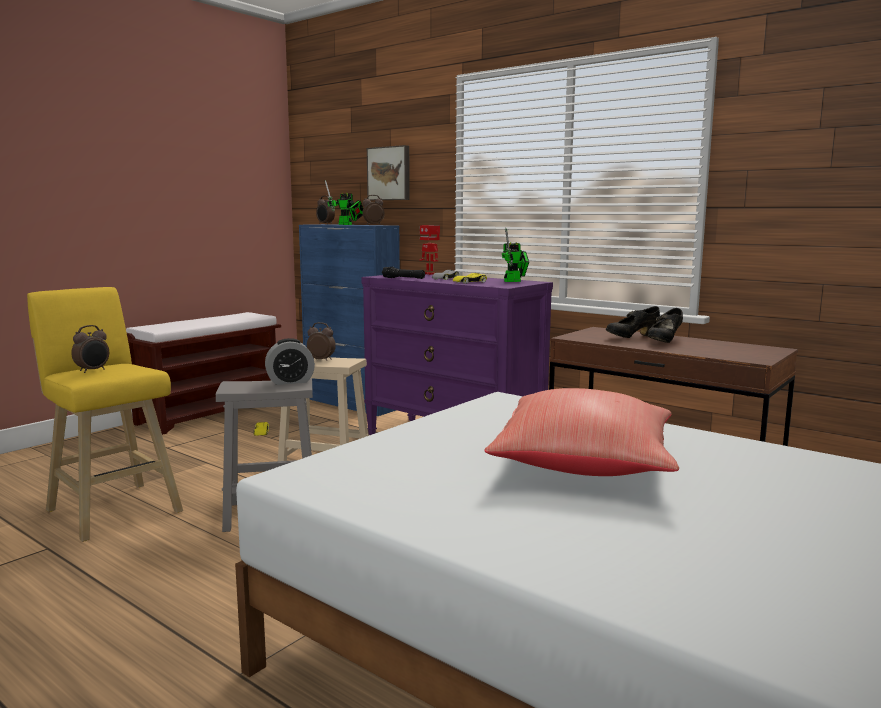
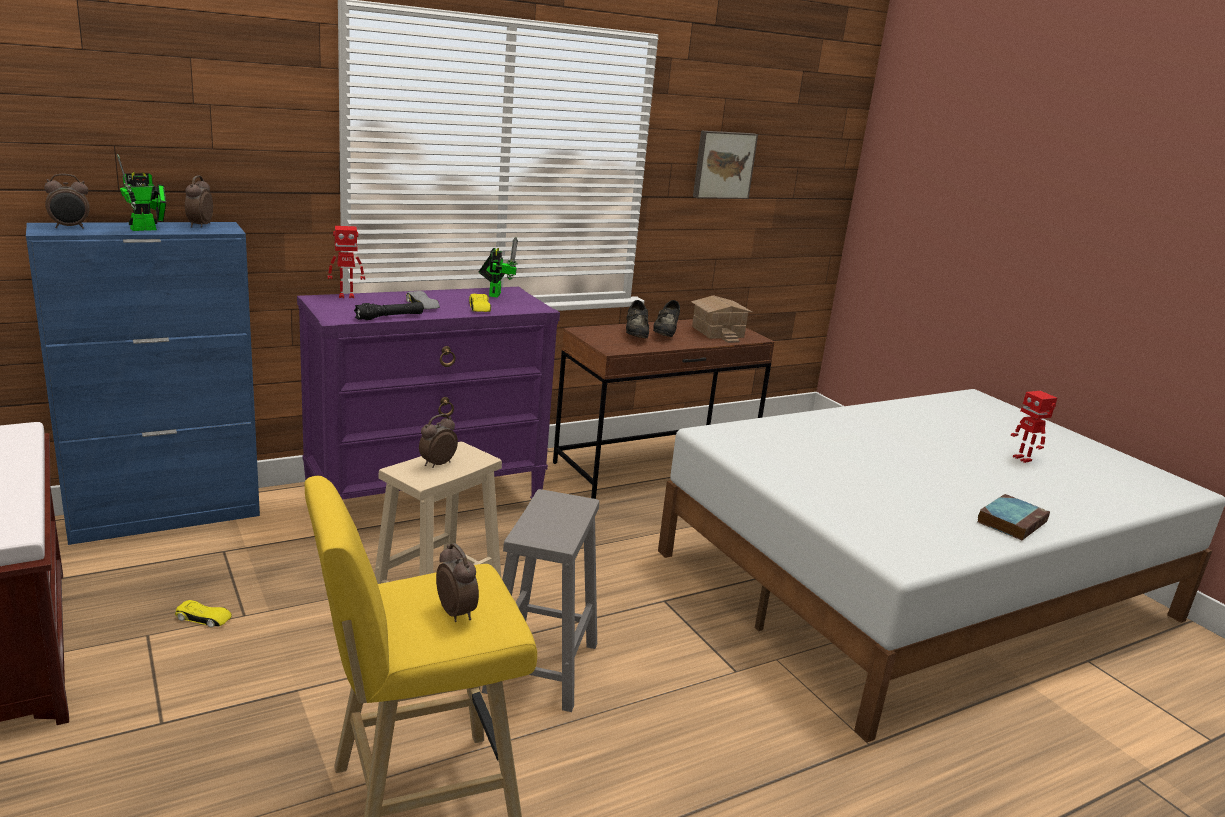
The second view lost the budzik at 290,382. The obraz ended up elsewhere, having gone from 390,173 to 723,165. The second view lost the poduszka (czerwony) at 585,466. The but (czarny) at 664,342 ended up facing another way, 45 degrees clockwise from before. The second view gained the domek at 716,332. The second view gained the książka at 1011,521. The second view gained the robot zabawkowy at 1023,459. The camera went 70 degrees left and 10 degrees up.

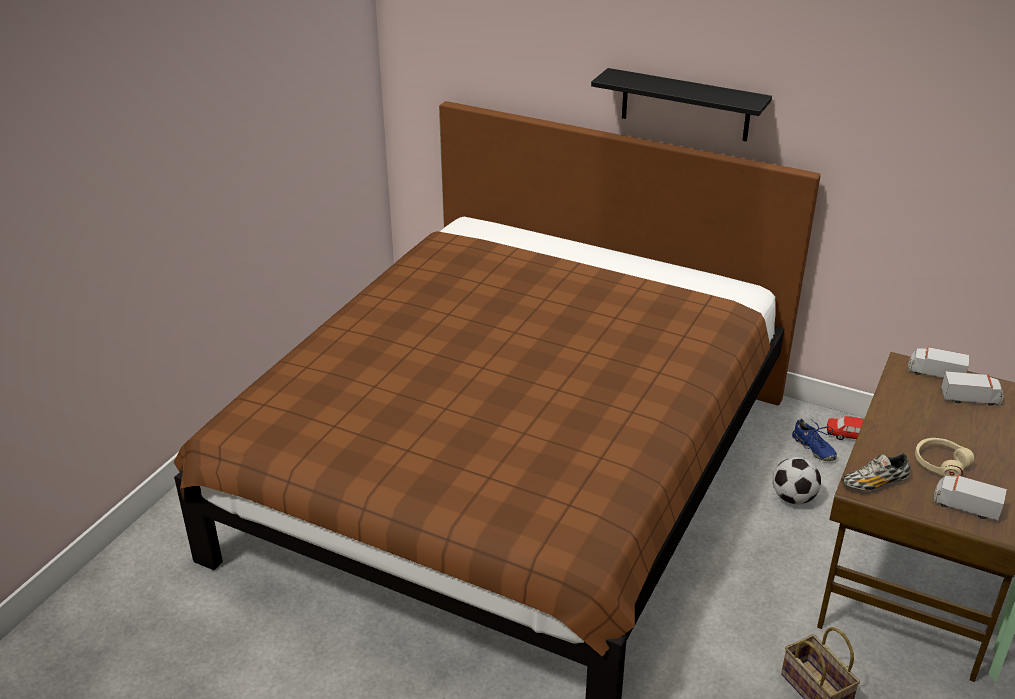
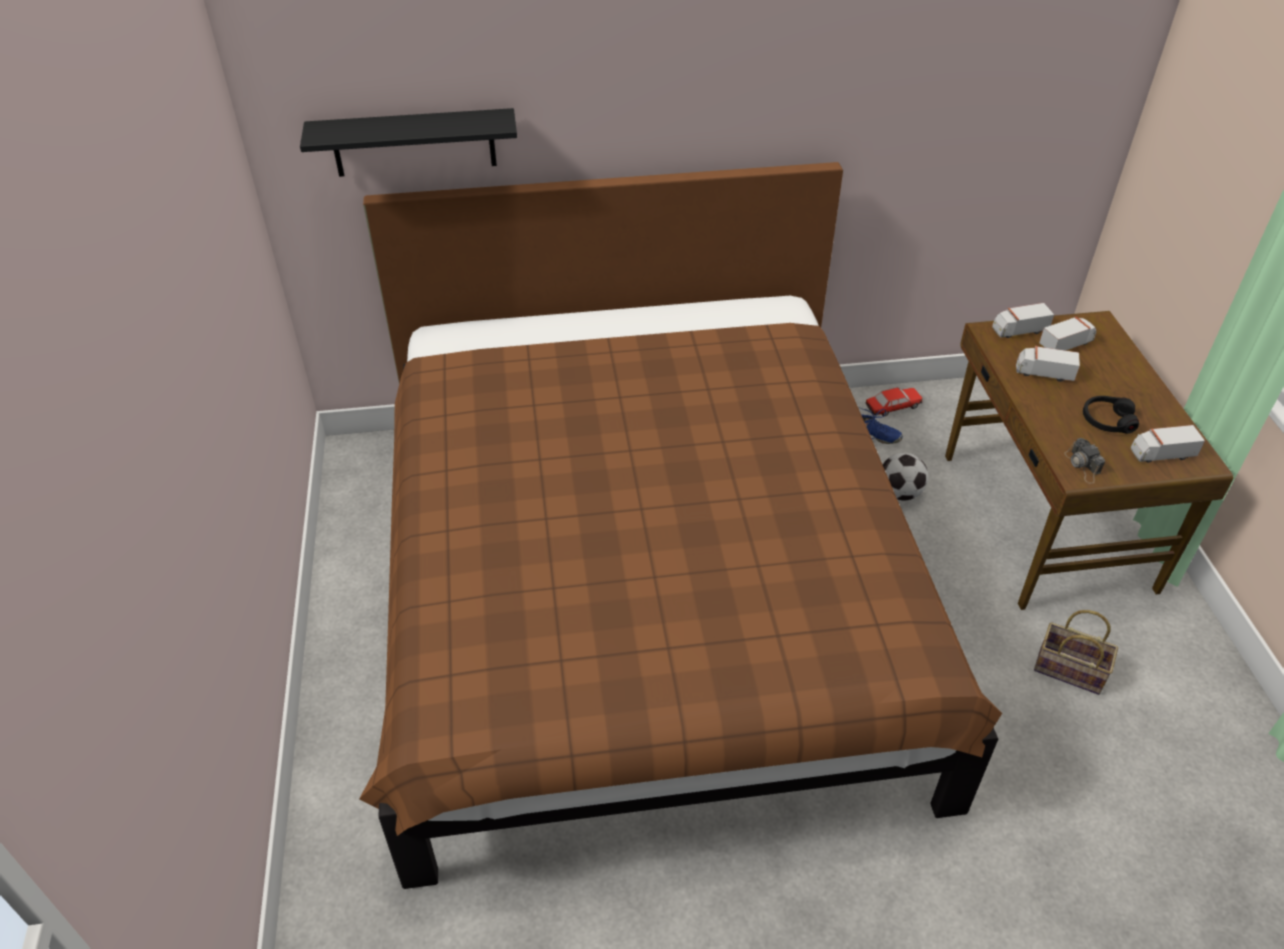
The półka (czarny) ended up elsewhere, having gone from 685,105 to 414,142. Where the but stood at 874,483, the aparat fotograficzny came to stand at 1083,466. What was the słuchawki (beżowy) at 940,463 turned into the słuchawki (czarny) at 1107,420. The second view gained the ciężarówka zabawkowa at 1043,373. The camera went 35 degrees left and 10 degrees up.

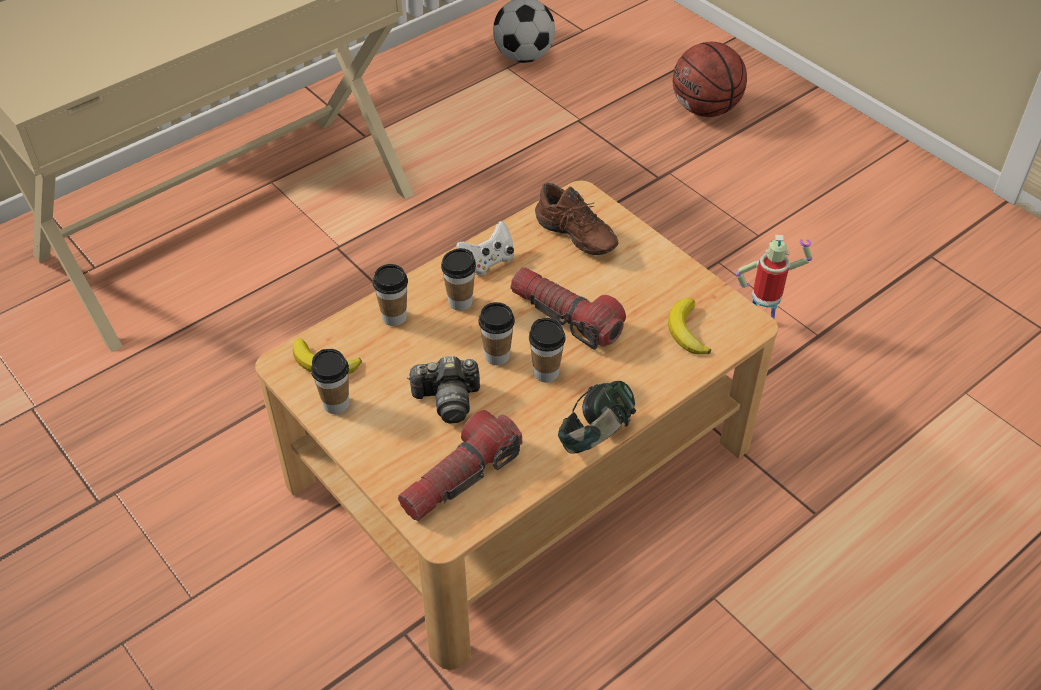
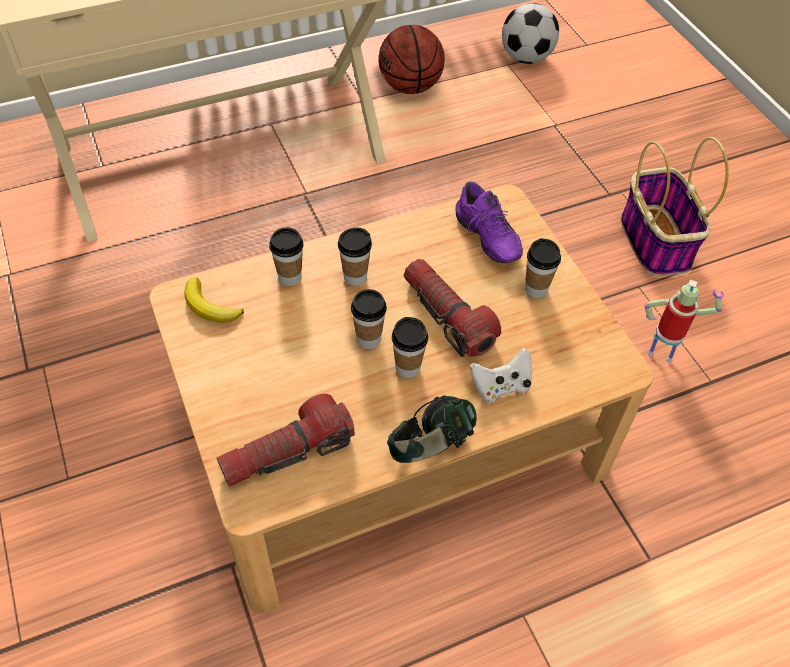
The filiżanka ended up elsewhere, having gone from 336,404 to 536,289. The second view lost the aparat fotograficzny at 447,399. The pad do gier (biały) ended up elsewhere, having gone from 488,261 to 501,386. What was the but (brązowy) at 573,238 turned into the but (fioletowy) at 484,239. The second view lost the banan at 686,331. The piłka do koszykówki ended up elsewhere, having gone from 705,109 to 410,87. The second view gained the koszyk at 654,240. The camera went 15 degrees right and 5 degrees up.

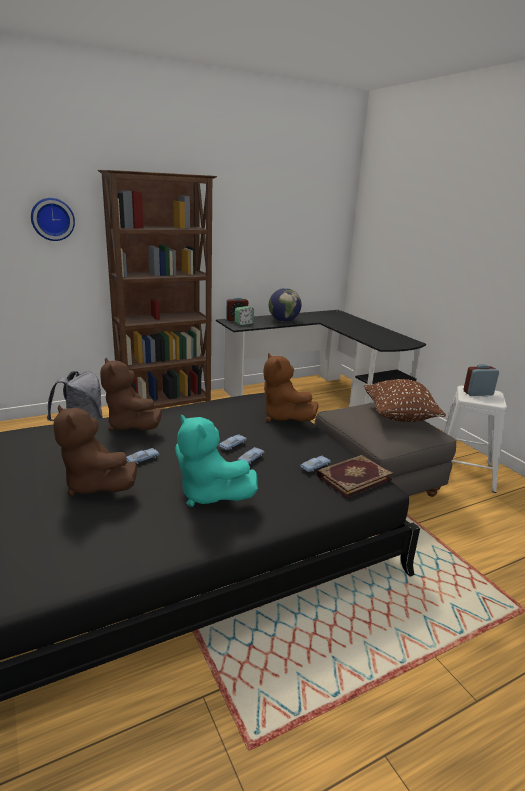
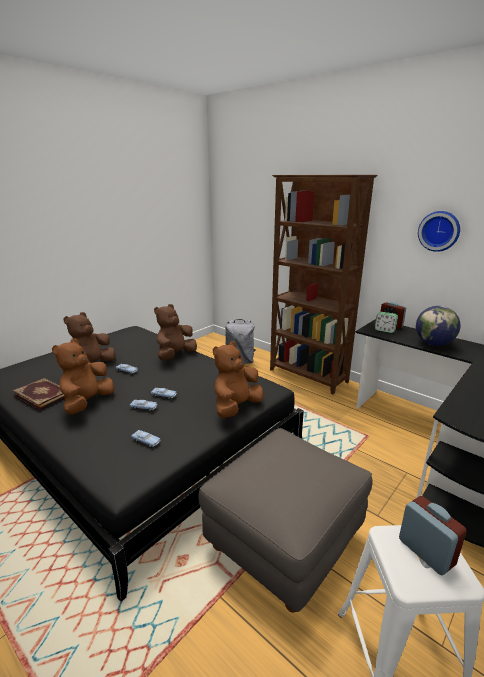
The zegar ścienny ended up elsewhere, having gone from 52,219 to 439,231. What was the pluszak (turkusowy) at 209,494 turned into the pluszak (brązowy) at 87,403. The książka ended up elsewhere, having gone from 353,477 to 43,394. The second view lost the poduszka (brązowy) at 399,417. The camera went 70 degrees right and 0 degrees up.

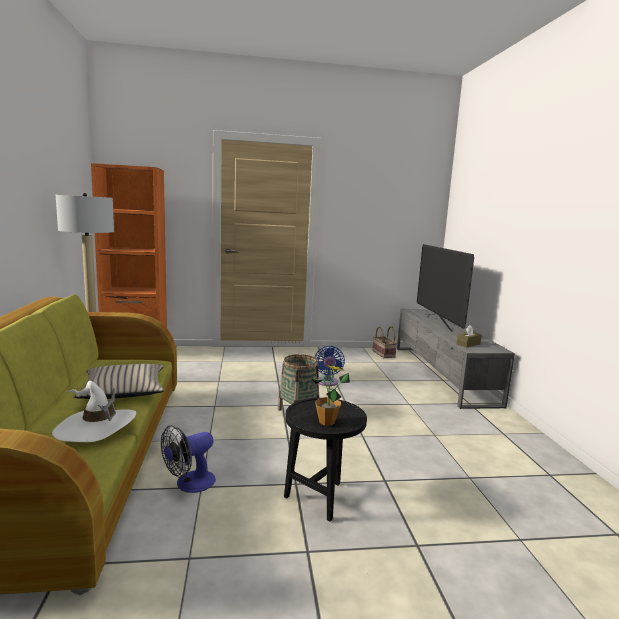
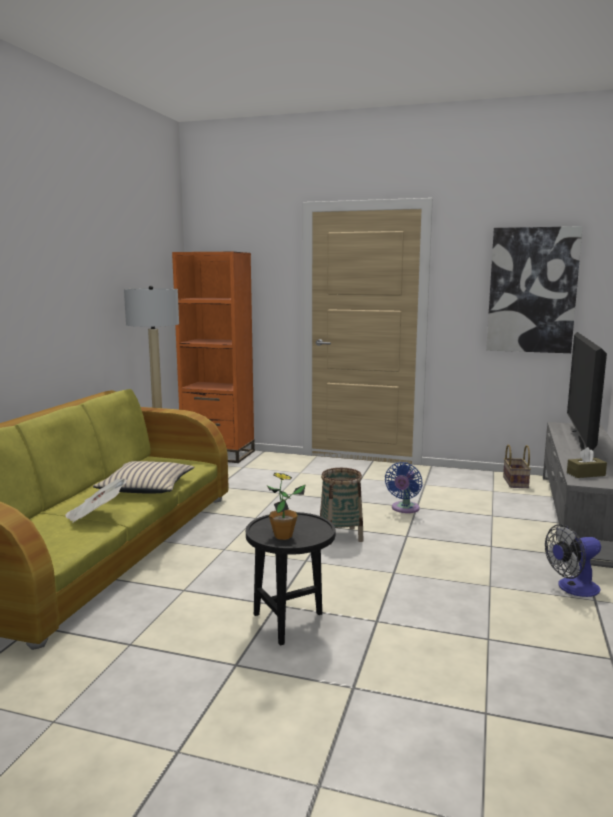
Where the kapelusz (biały) stood at 96,427, the gazeta came to stand at 96,515. The wentylator ended up elsewhere, having gone from 189,484 to 572,588. The second view gained the obraz at 532,290. The camera went 25 degrees right and 0 degrees up.

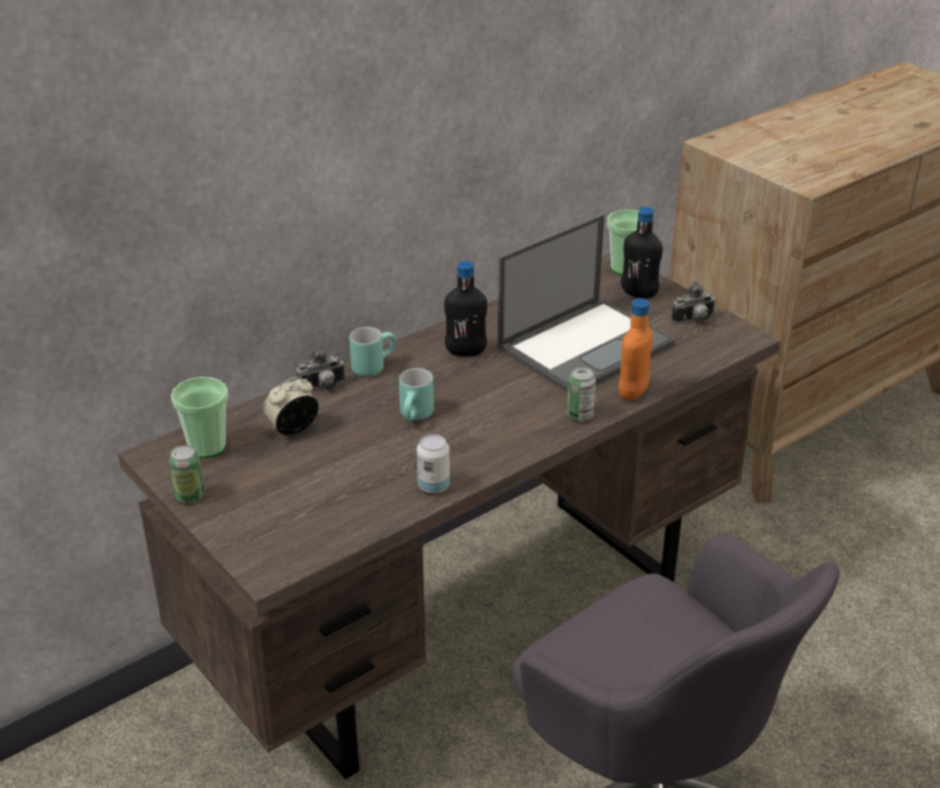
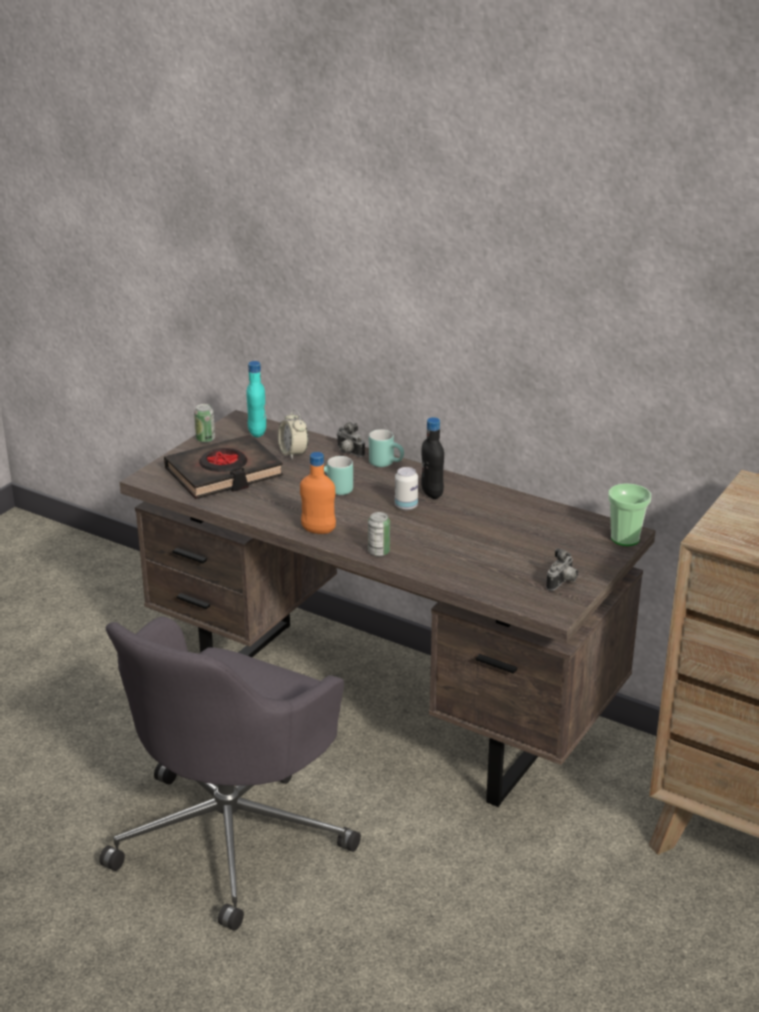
Where the filiżanka stood at 207,447, the butelka (turkusowy) came to stand at 257,432. The budzik at 293,429 ended up facing another way, 150 degrees counterclockwise from before. The puszka ended up elsewhere, having gone from 433,486 to 406,506. The second view lost the laptop at 586,345. The butelka (pomarańczowy) ended up elsewhere, having gone from 633,393 to 318,530. The second view lost the butelka (czarny) at 639,294. The aparat fotograficzny at 694,320 ended up facing another way, 105 degrees counterclockwise from before. The second view gained the książka (czarny) at 224,474. The camera went 70 degrees right and 5 degrees down.

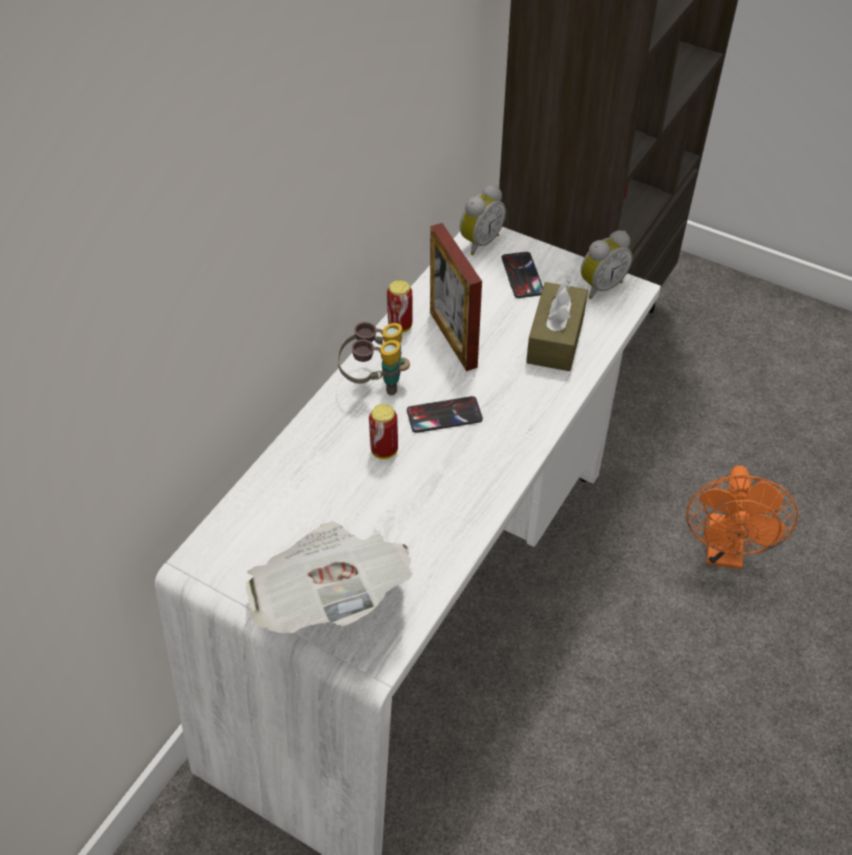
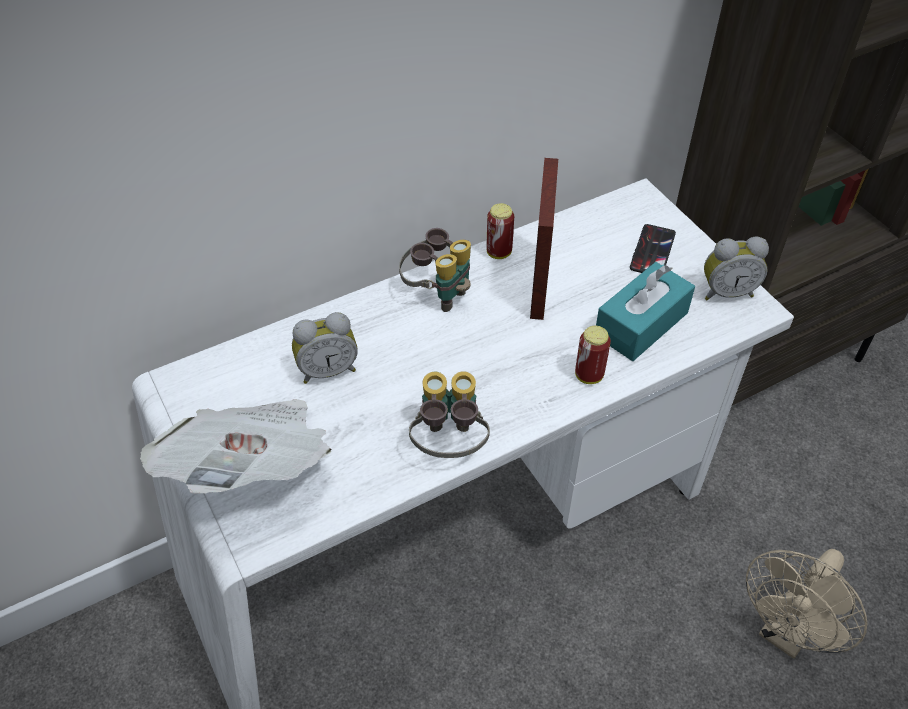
The puszka ended up elsewhere, having gone from 384,451 to 589,375. The second view lost the telefon at 444,415. The budzik ended up elsewhere, having gone from 479,242 to 327,370. What was the pudełko chusteczek (brązowy) at 555,339 turned into the pudełko chusteczek (turkusowy) at 641,324. What was the wentylator (pomarańczowy) at 725,552 turned into the wentylator (beżowy) at 786,633. The second view gained the lornetka at 449,445. The camera went 30 degrees right and 0 degrees up.

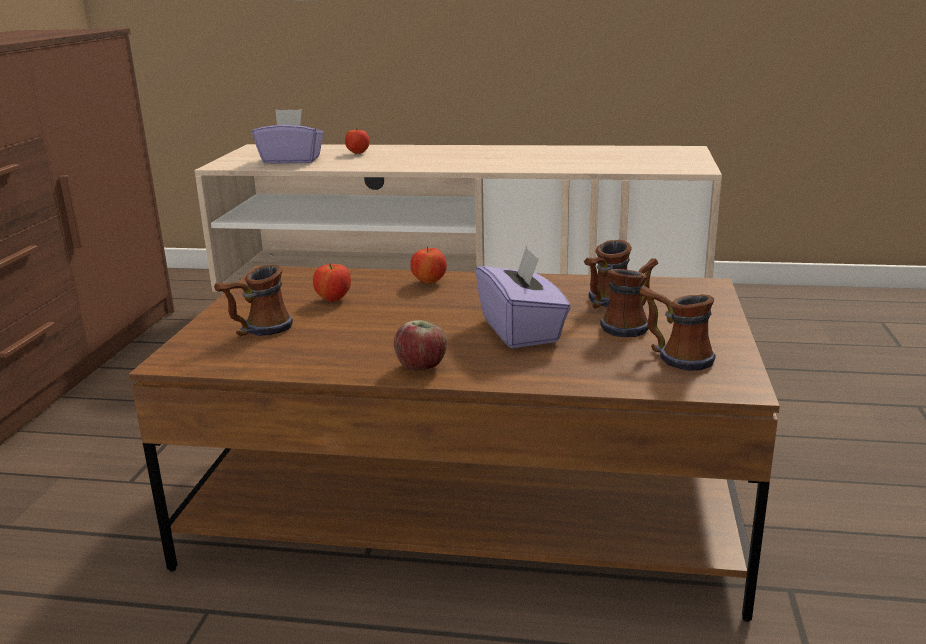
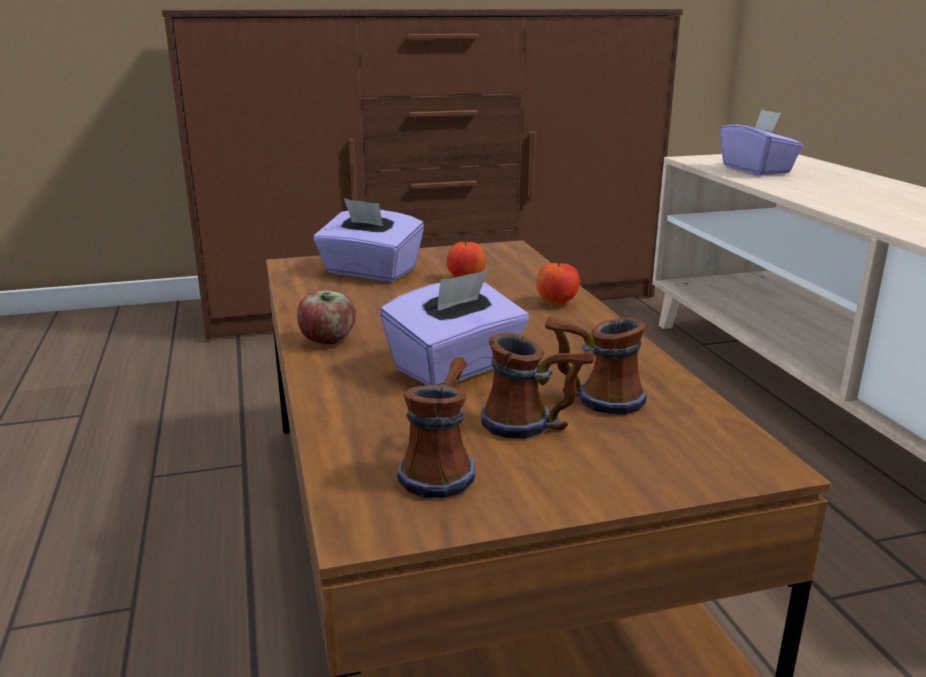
Where the kubek stood at 257,331, the pudełko chusteczek (fioletowy) came to stand at 370,272. The second view lost the jabłko at 358,153. The camera went 65 degrees right and 0 degrees up.

